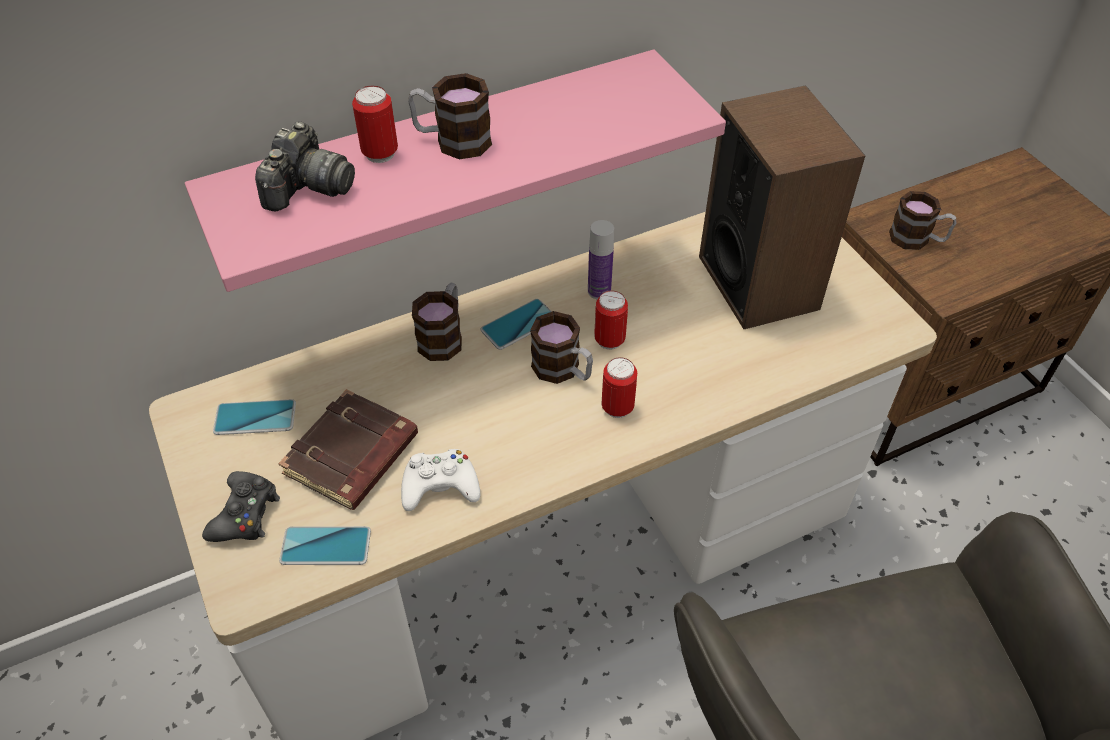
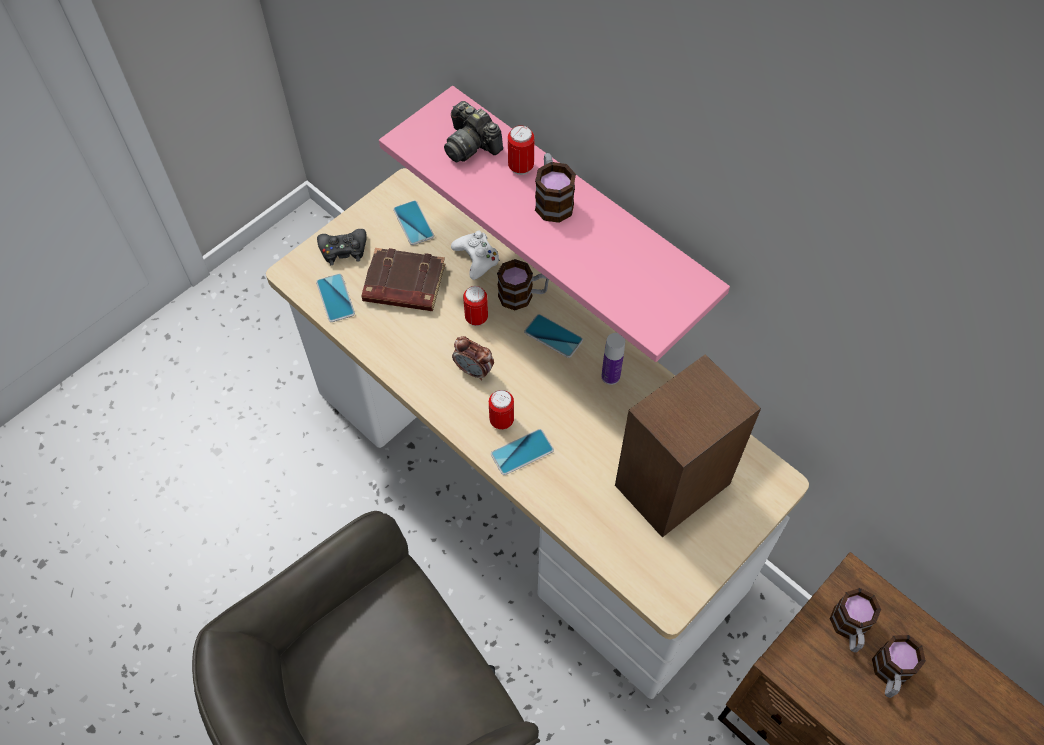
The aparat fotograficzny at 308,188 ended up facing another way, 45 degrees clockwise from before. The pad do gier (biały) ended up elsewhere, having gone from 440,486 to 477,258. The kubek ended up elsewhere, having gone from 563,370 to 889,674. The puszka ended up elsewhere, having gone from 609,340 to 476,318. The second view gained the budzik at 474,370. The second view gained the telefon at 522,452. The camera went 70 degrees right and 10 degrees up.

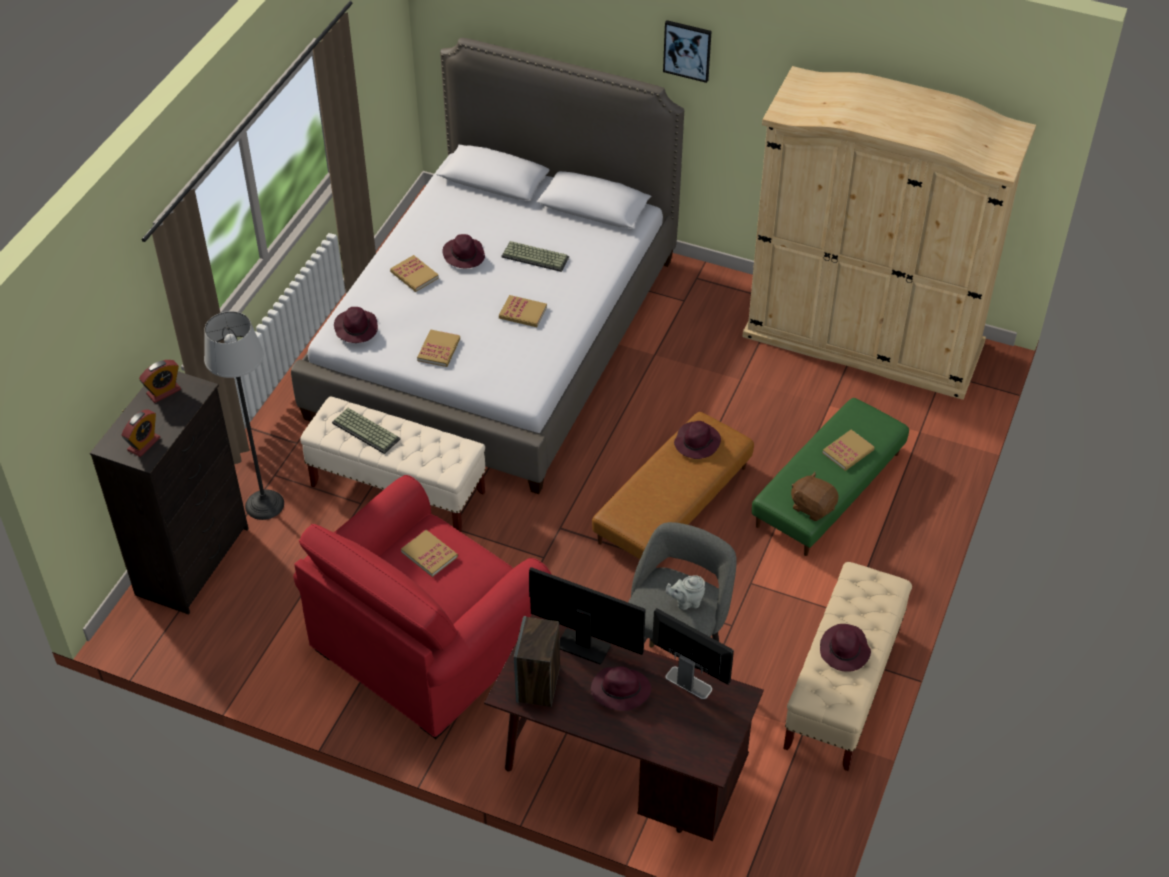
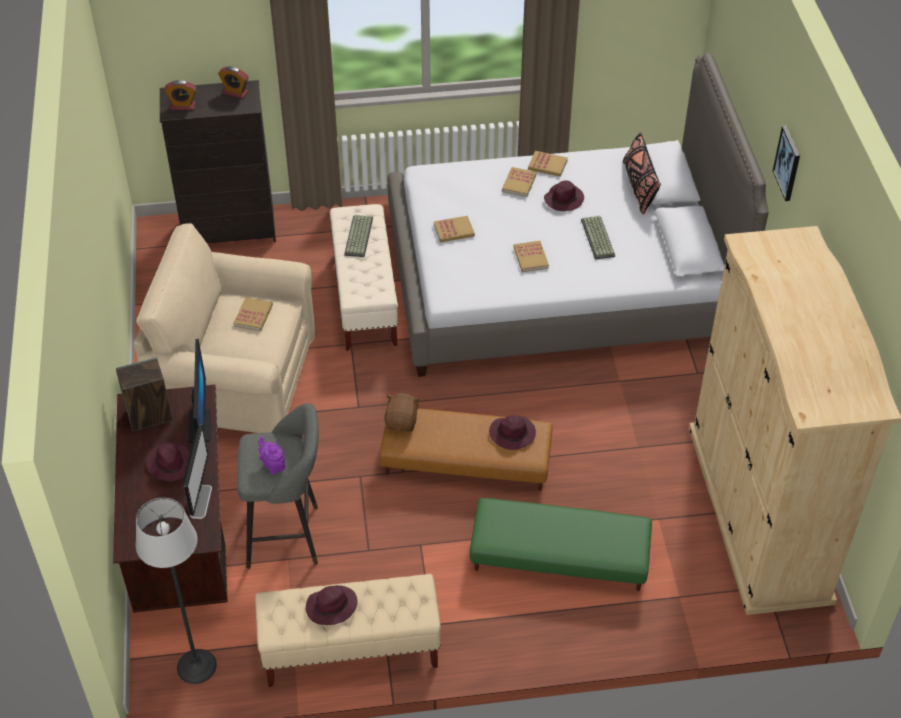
The lampa stojąca ended up elsewhere, having gone from 264,504 to 196,666. What was the fotel (czerwony) at 427,644 turned into the fotel (beżowy) at 236,379. The second view lost the kapelusz (fioletowy) at 356,328. What was the imbryk (szary) at 686,602 turned into the imbryk (fioletowy) at 273,465. The pluszak (brązowy) ended up elsewhere, having gone from 812,506 to 402,422. The książka ended up elsewhere, having gone from 848,451 to 547,165. The second view gained the poduszka (czarny) at 639,187. The camera went 60 degrees right and 0 degrees up.

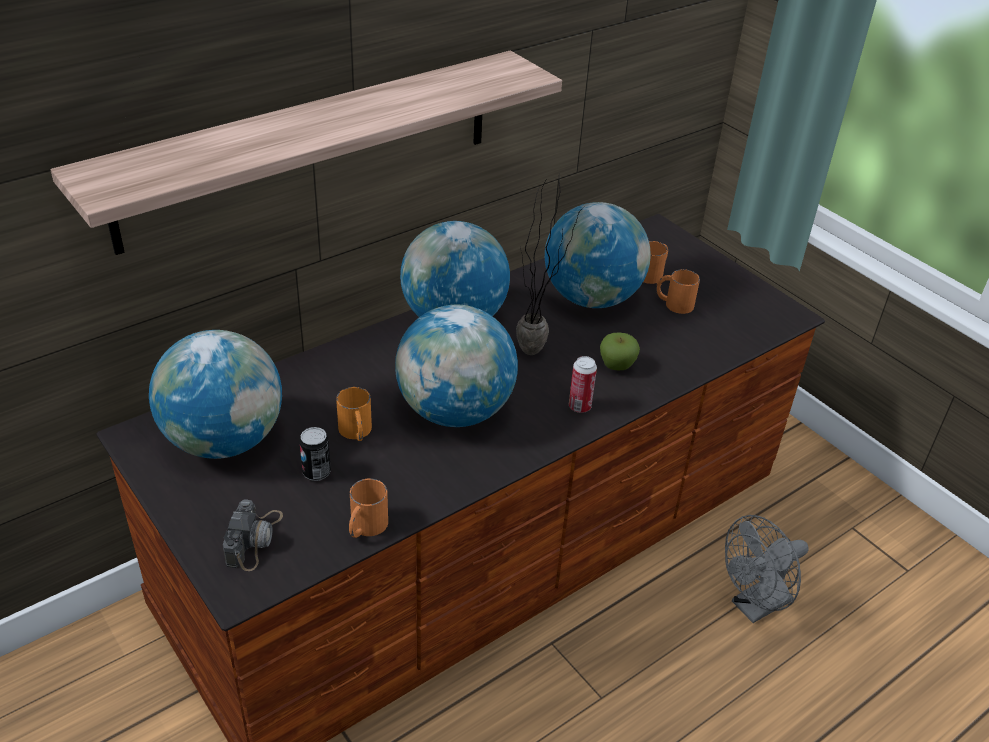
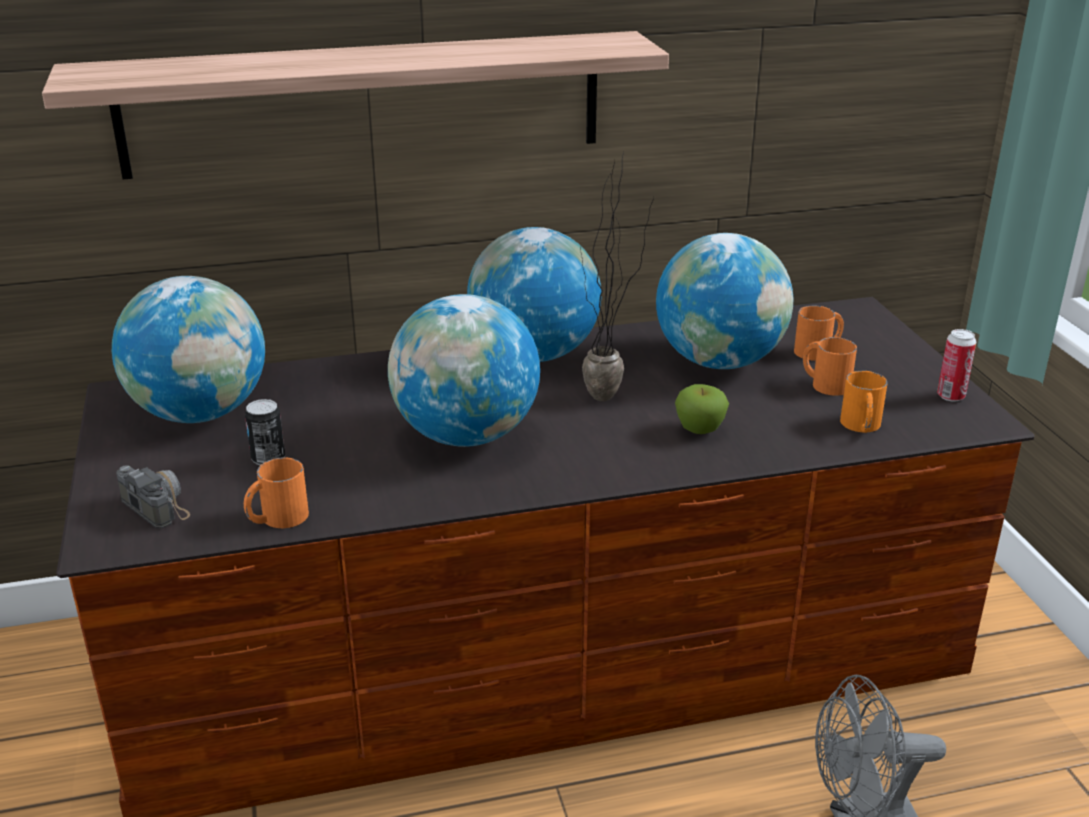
The aparat fotograficzny at 254,539 ended up facing another way, 75 degrees counterclockwise from before. The kubek (pomarańczowy) ended up elsewhere, having gone from 356,432 to 861,426. The puszka ended up elsewhere, having gone from 579,407 to 950,396. The camera went 25 degrees right and 10 degrees down.

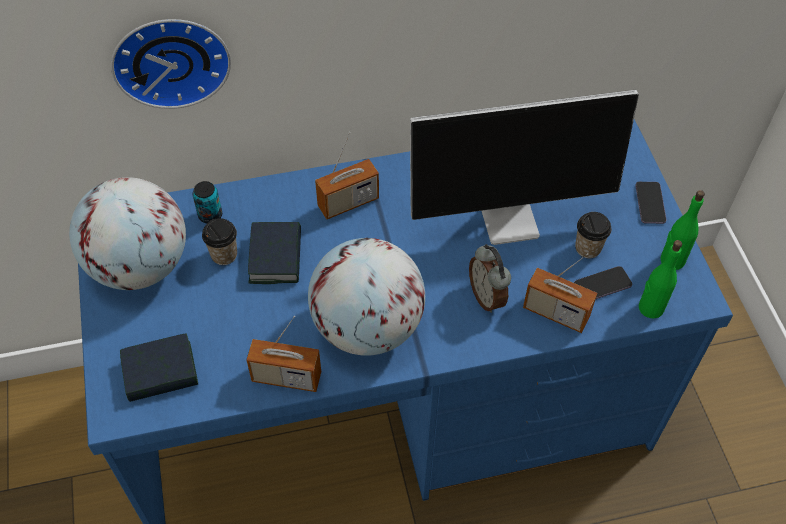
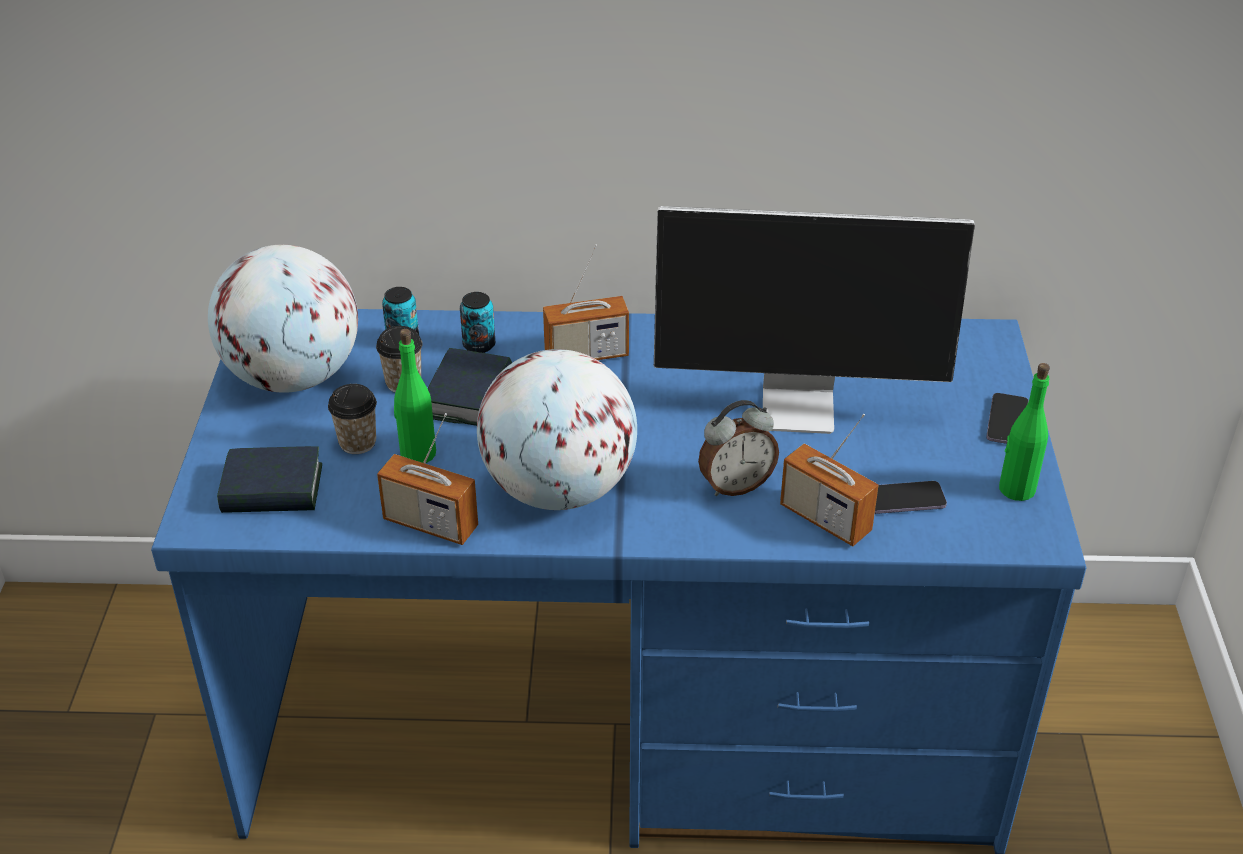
The second view lost the zegar ścienny at 170,58. The budzik at 487,297 ended up facing another way, 105 degrees counterclockwise from before. The filiżanka ended up elsewhere, having gone from 588,248 to 357,442. The butelka (zielony) ended up elsewhere, having gone from 650,308 to 417,453. The second view gained the puszka at 479,345. The camera went 15 degrees right and 15 degrees down.

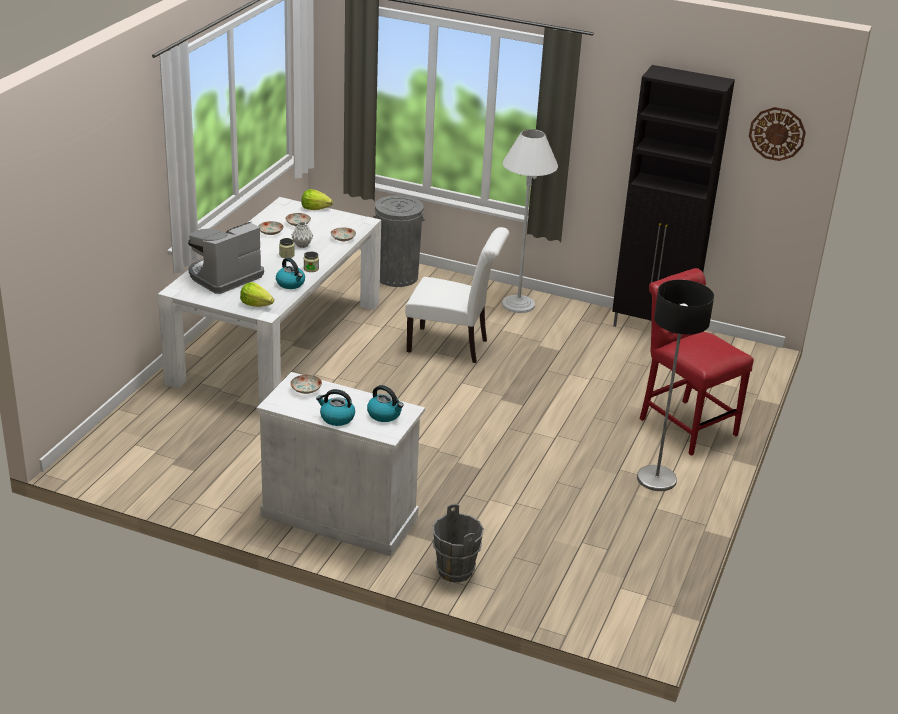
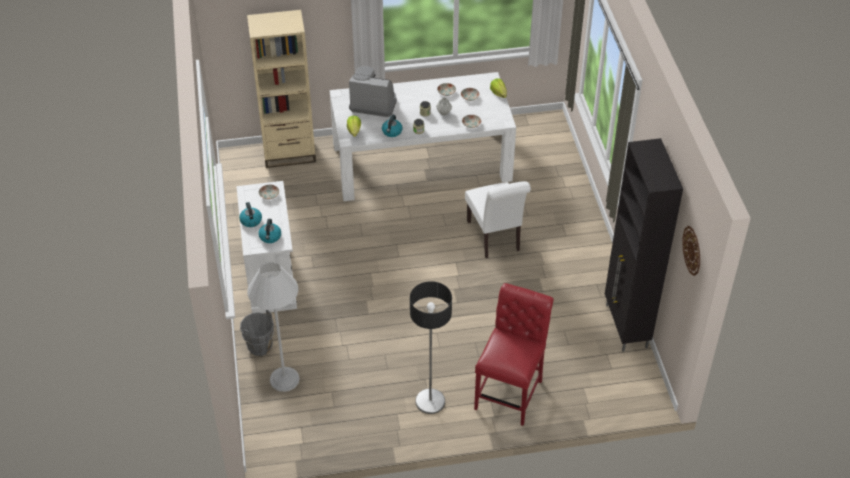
The second view lost the kosz na śmieci (szary) at 397,276. The lampa stojąca (biały) ended up elsewhere, having gone from 518,304 to 284,379. The second view gained the regał (beżowy) at 289,153. The camera went 60 degrees right and 15 degrees up.

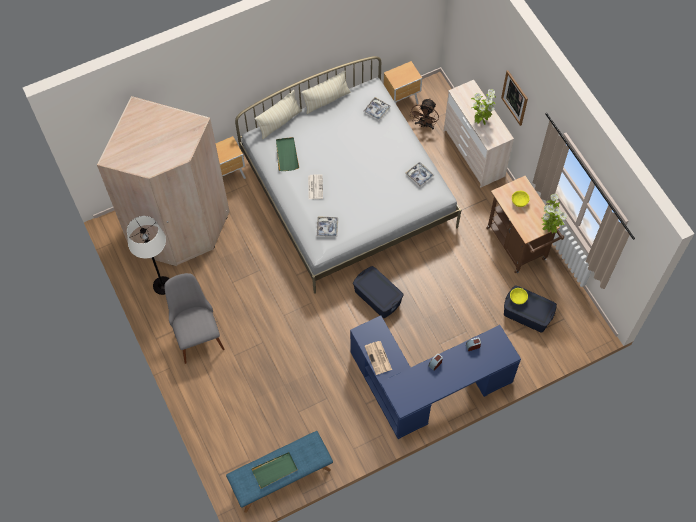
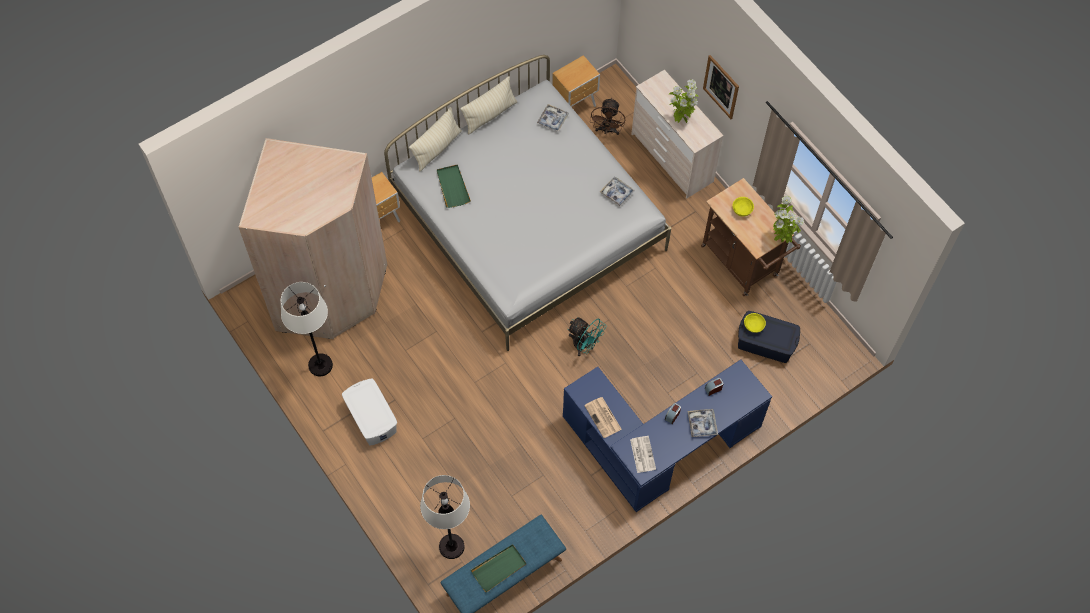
Where the krzesło (szary) stood at 196,333, the pojemnik do przechowywania (biały) came to stand at 372,417. The gazeta ended up elsewhere, having gone from 315,186 to 642,454. The taca ended up elsewhere, having gone from 327,228 to 702,424. Where the pojemnik do przechowywania (niebieski) stood at 377,297, the wentylator (turkusowy) came to stand at 584,345. The second view gained the lampa stojąca (biały) at 452,546. The camera went 10 degrees left and 0 degrees up.

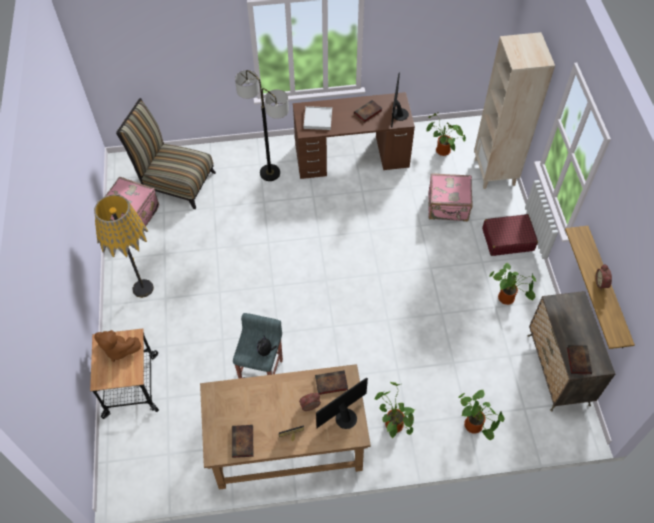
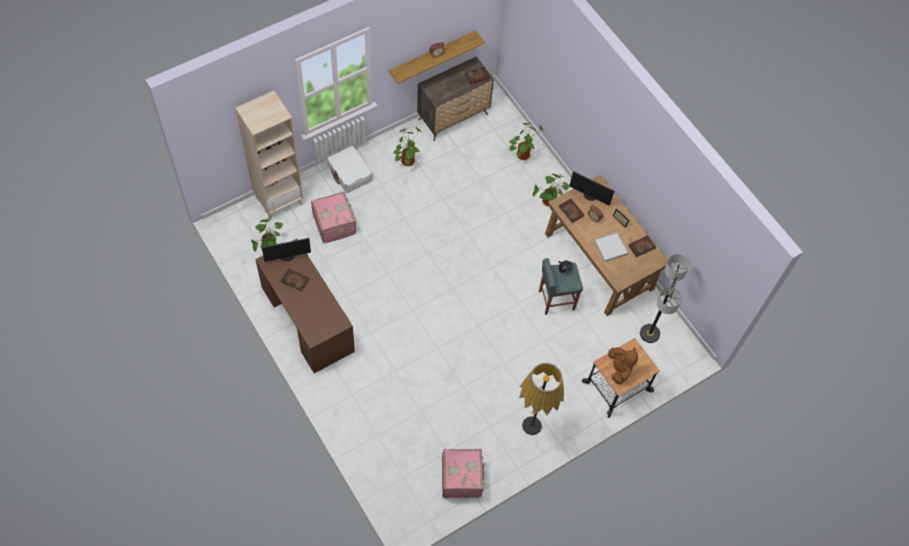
The second view lost the krzesło at 175,181. The lampa stojąca ended up elsewhere, having gone from 270,173 to 649,333. The taca (biały) ended up elsewhere, having gone from 317,119 to 610,247. What was the walizka (czerwony) at 507,239 turned into the walizka (biały) at 350,173. The camera went 120 degrees left and 5 degrees up.

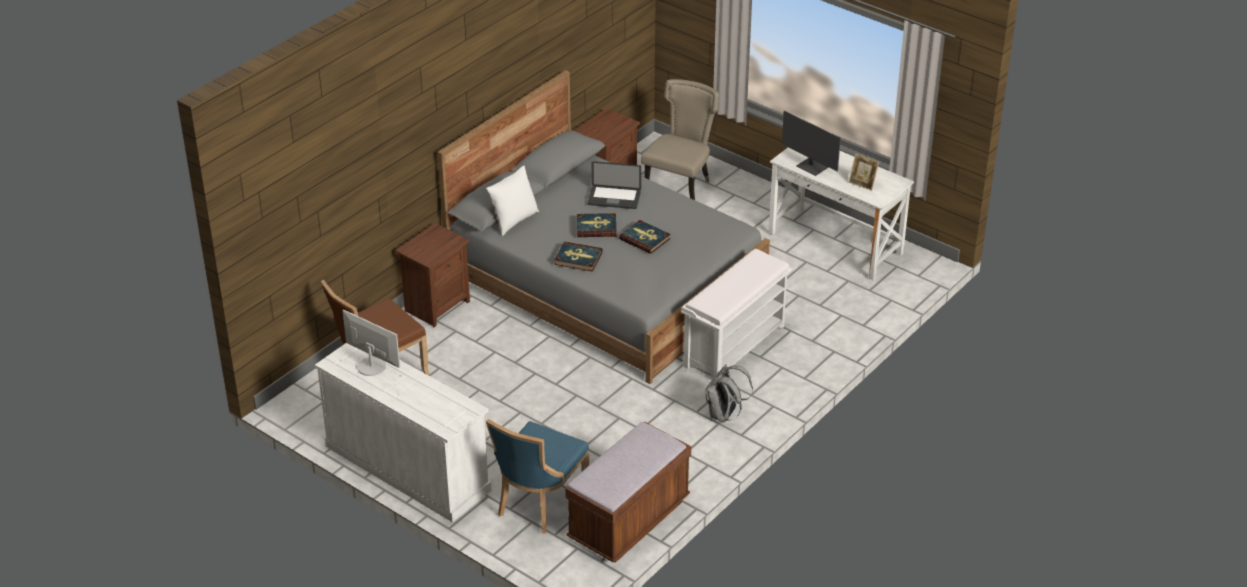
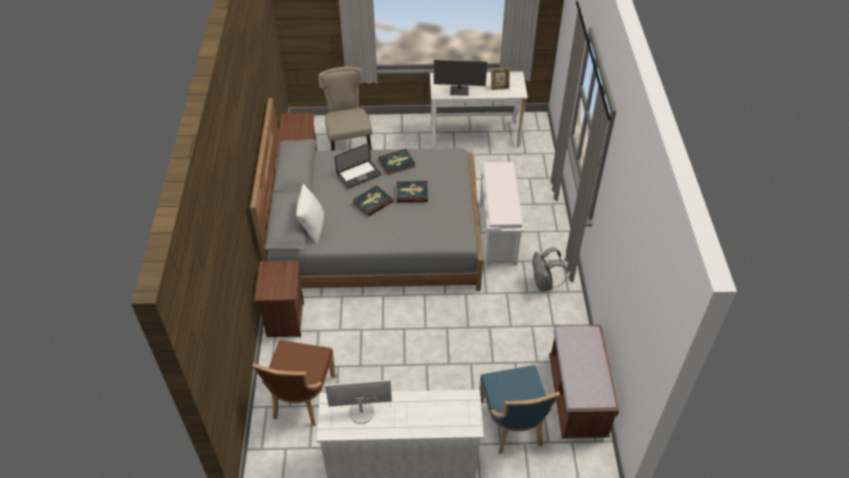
The książka ended up elsewhere, having gone from 578,258 to 397,163. The camera went 40 degrees left and 10 degrees up.

